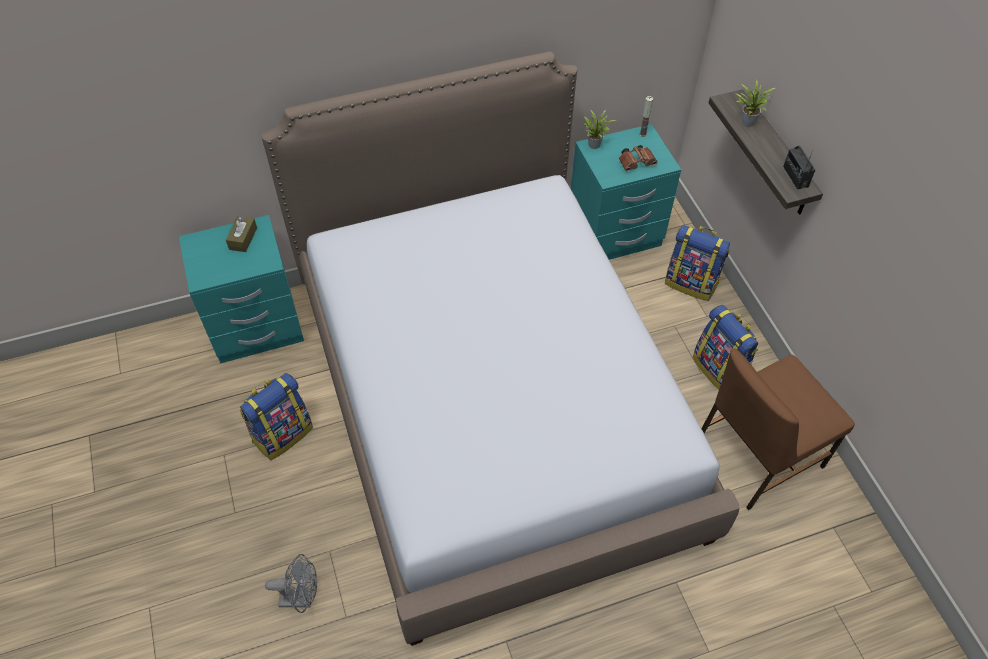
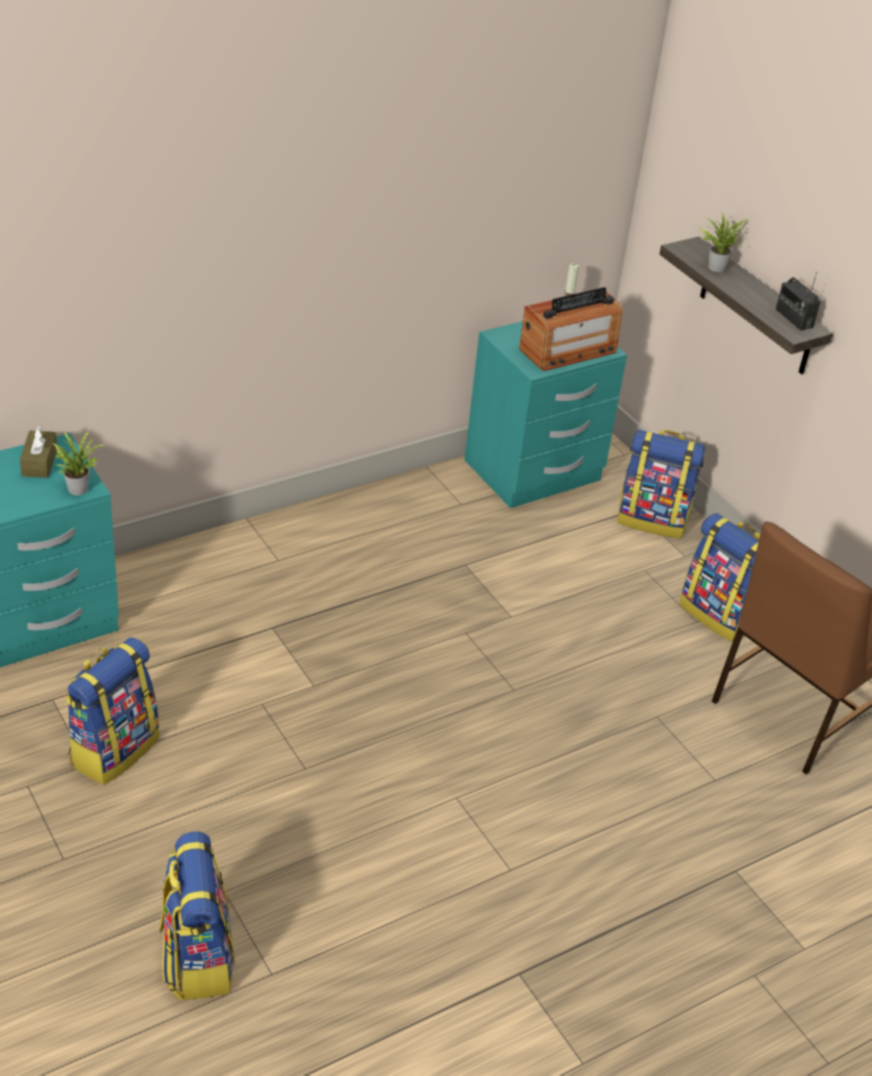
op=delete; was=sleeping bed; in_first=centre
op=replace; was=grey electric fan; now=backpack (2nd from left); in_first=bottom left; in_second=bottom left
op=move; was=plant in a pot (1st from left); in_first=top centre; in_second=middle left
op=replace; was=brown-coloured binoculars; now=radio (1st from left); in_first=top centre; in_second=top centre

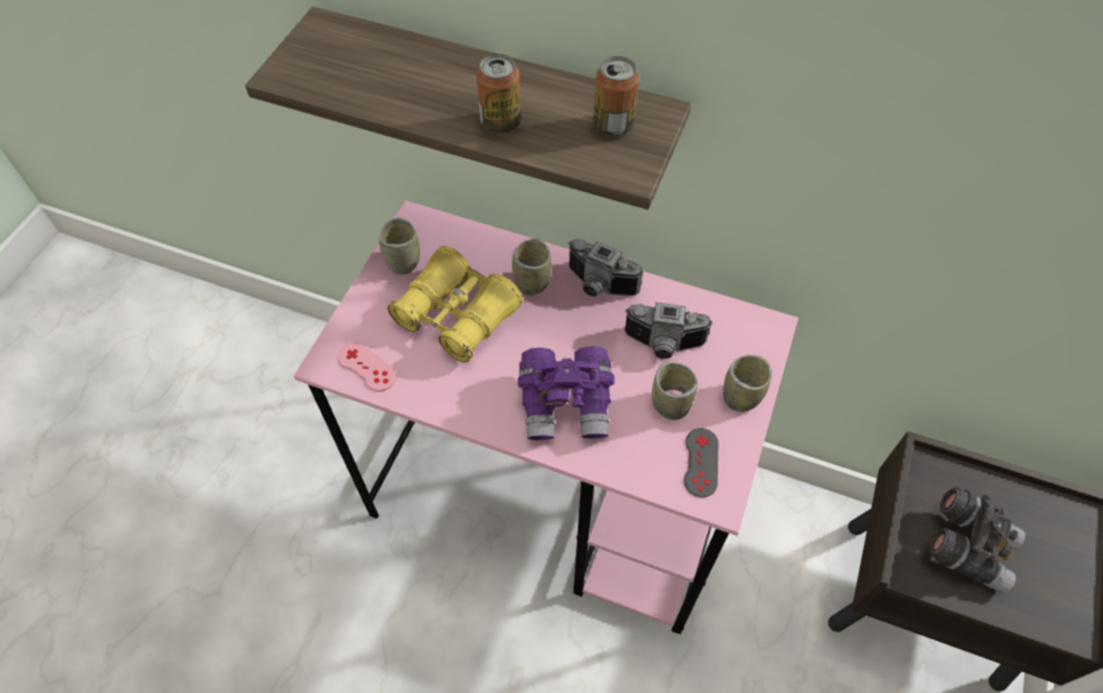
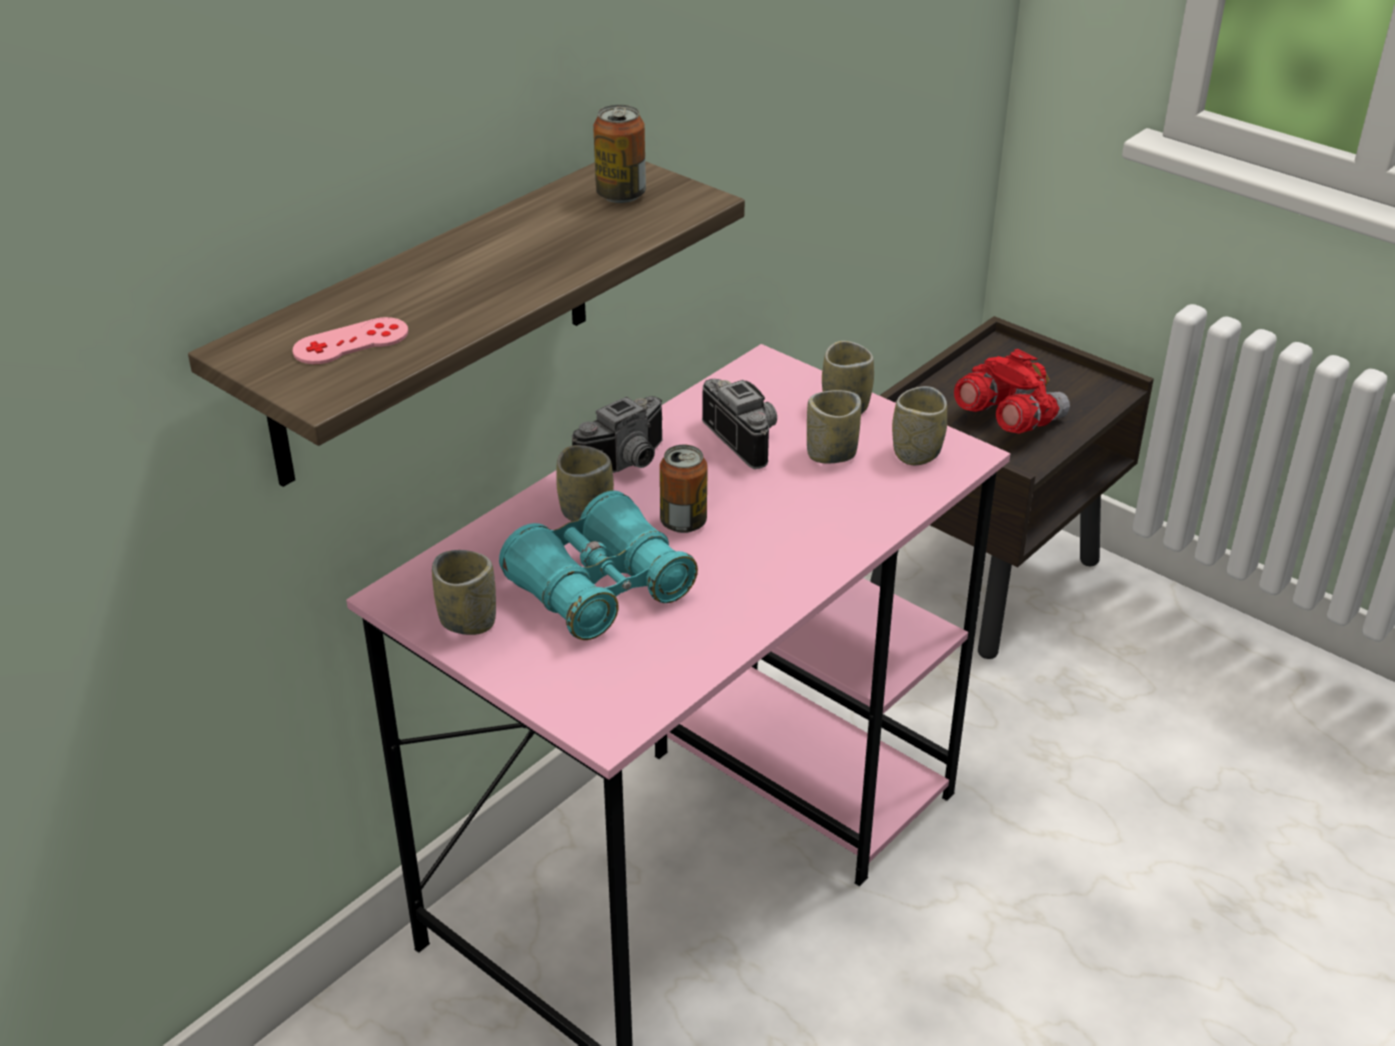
op=move; was=pinkish game controller; in_first=middle left; in_second=top left
op=recolor; was=yellow binoculars; now=blue-green binoculars; in_first=centre; in_second=centre
op=move; was=metal can (1st from left in the first image); now=metal can (2nd from left); in_first=top centre; in_second=centre
op=delete; was=purple binoculars; in_first=centre
op=rotate; was=photo camera (2nd from left); in_first=centre; in_second=centre; clockwise=-60
op=replace; was=grey game controller; now=small cup (5th from left); in_first=bottom centre; in_second=centre
op=recolor; was=grey binoculars; now=red-coloured binoculars; in_first=bottom right; in_second=middle right

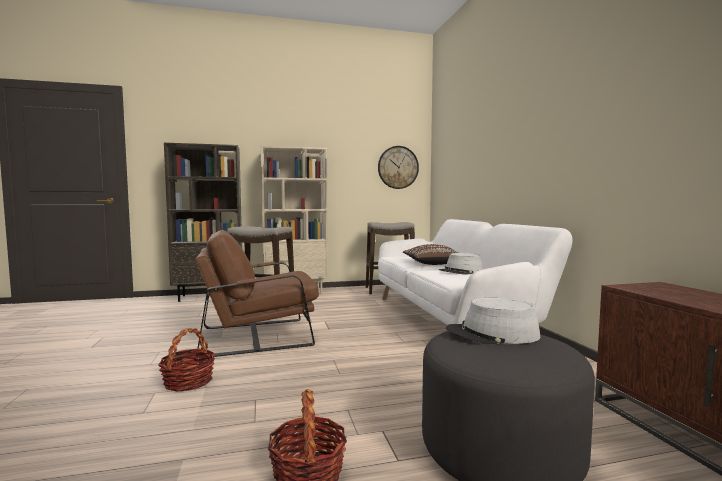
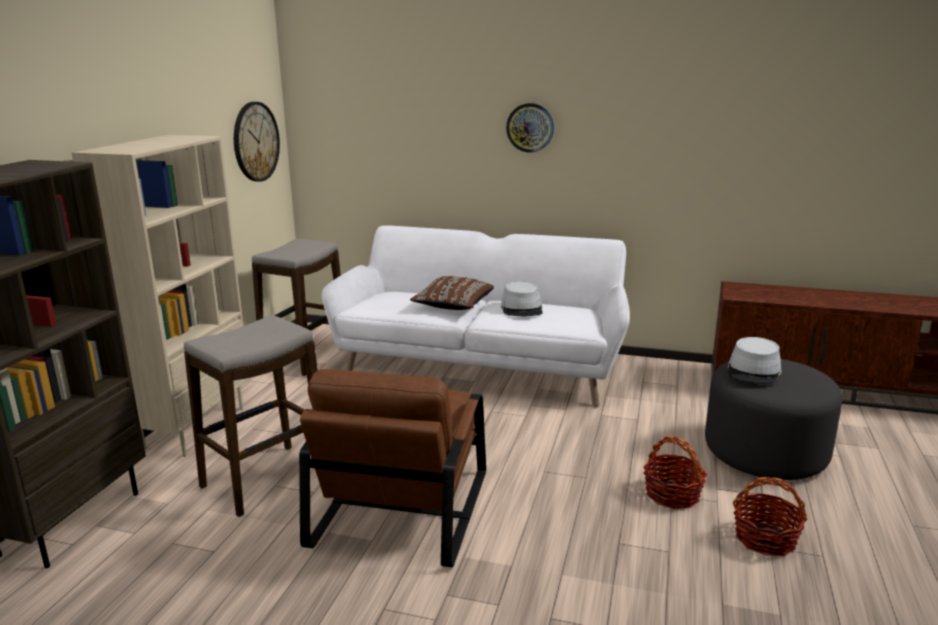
op=move; was=household basket (1st from left); in_first=bottom left; in_second=bottom right
op=insert; now=clock on the wall (2nd from left); in_second=top centre

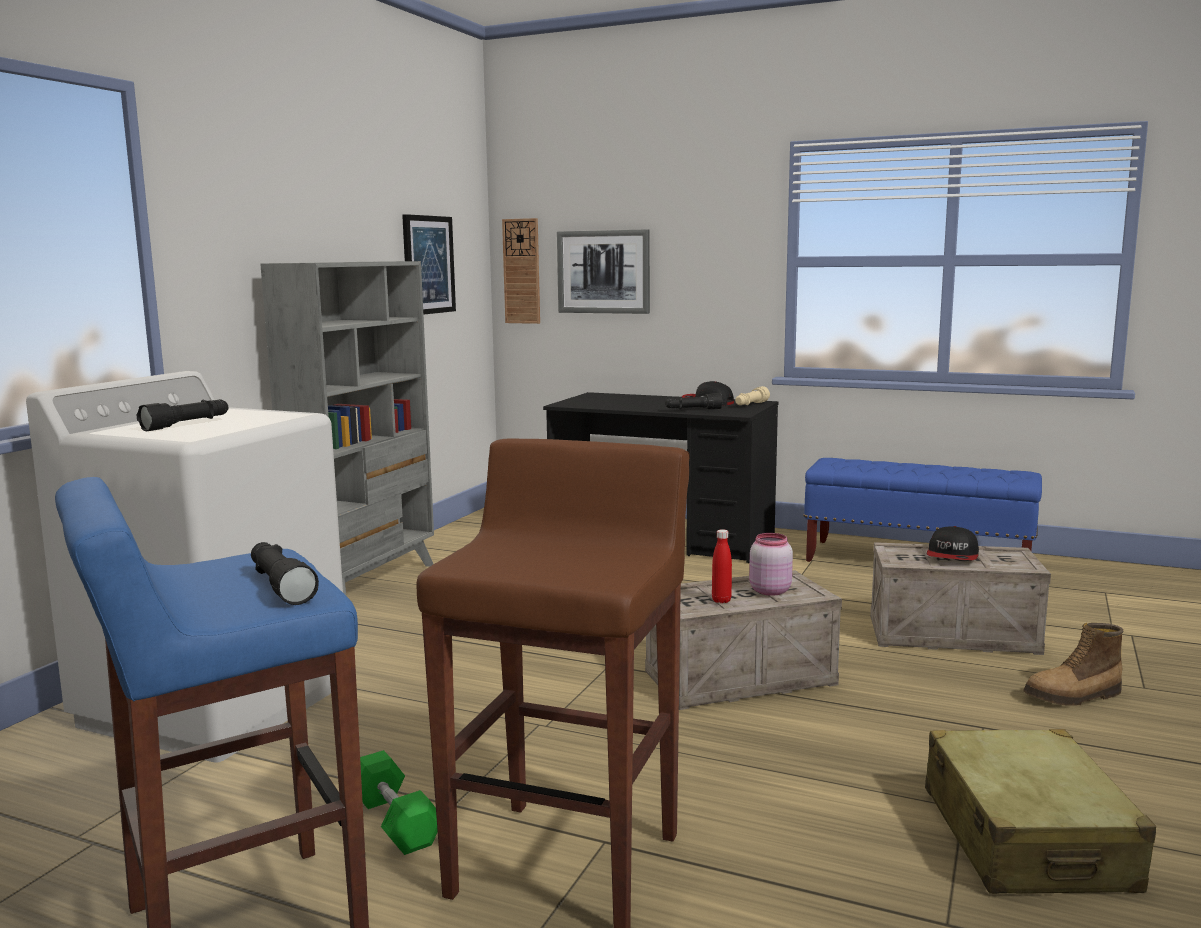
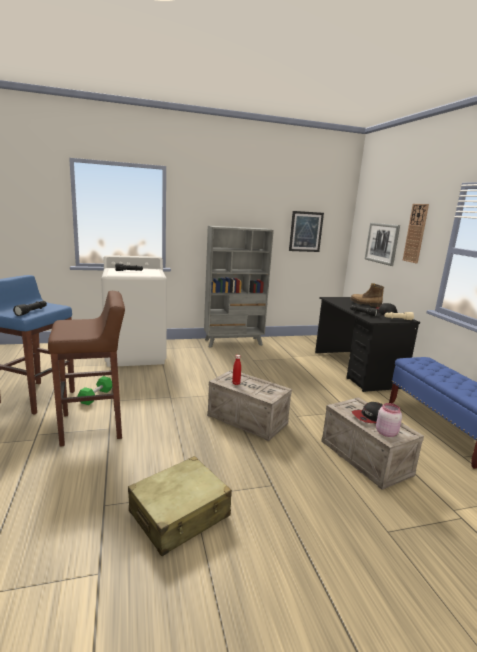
op=move; was=clock on the wall; in_first=top centre; in_second=middle right
op=move; was=pinkish jar; in_first=centre; in_second=middle right
op=move; was=boot; in_first=bottom right; in_second=middle right

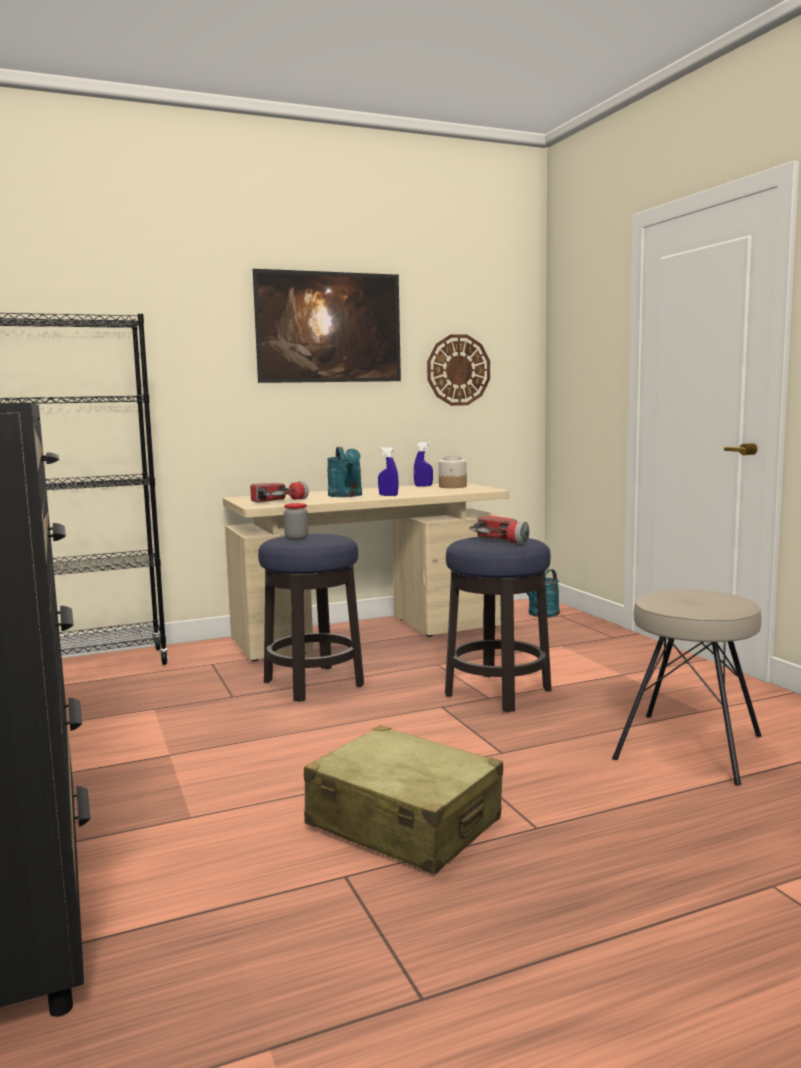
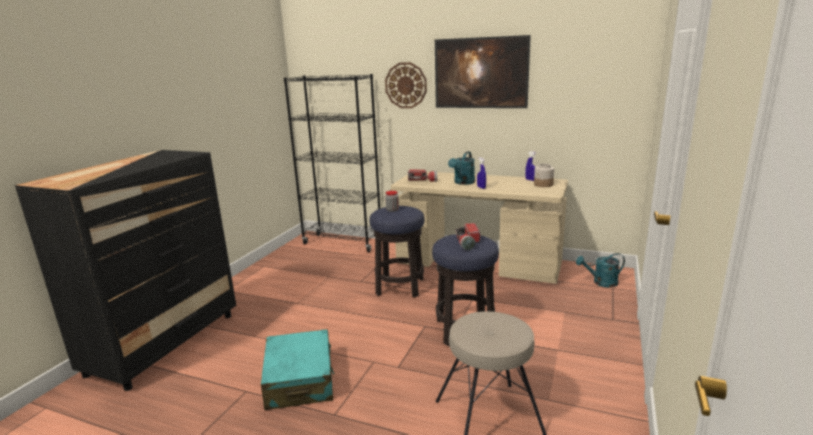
op=recolor; was=sand-coloured suitcase; now=blue-green suitcase; in_first=bottom centre; in_second=bottom centre
op=move; was=clock on the wall; in_first=centre; in_second=top centre

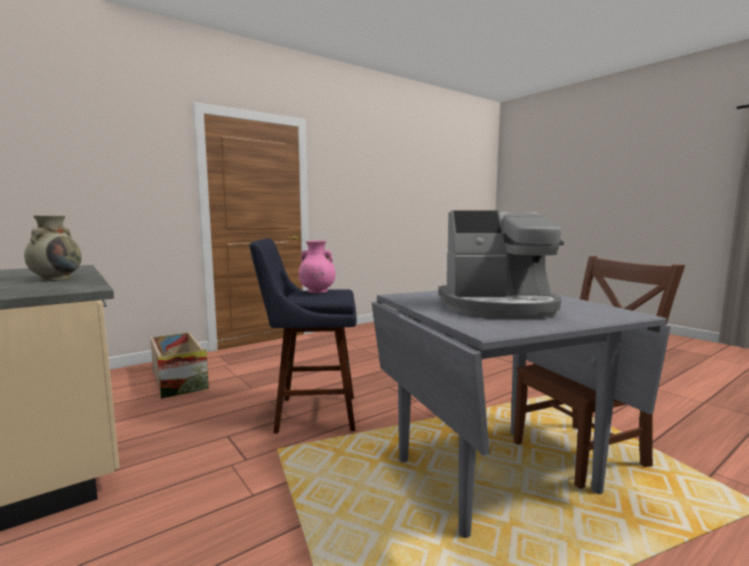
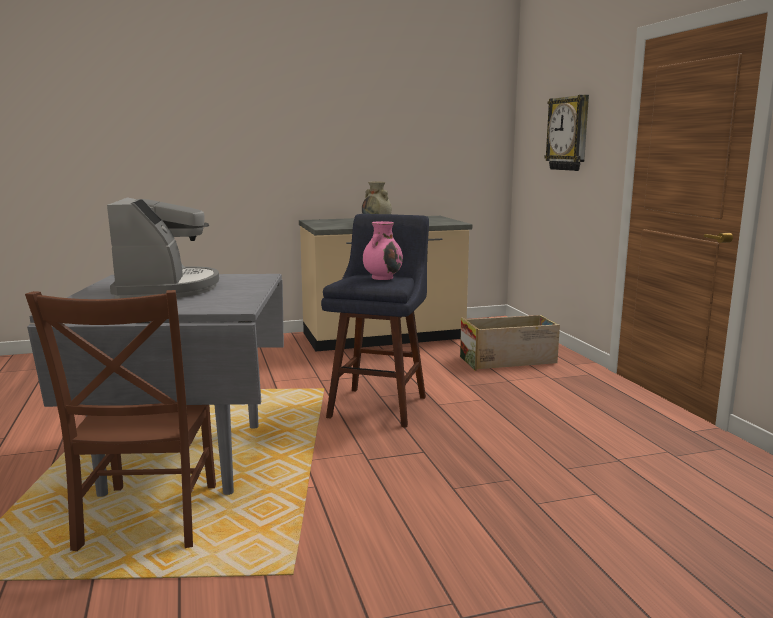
op=rotate; was=coffee maker; in_first=middle right; in_second=middle left; clockwise=150
op=insert; now=clock on the wall; in_second=top right

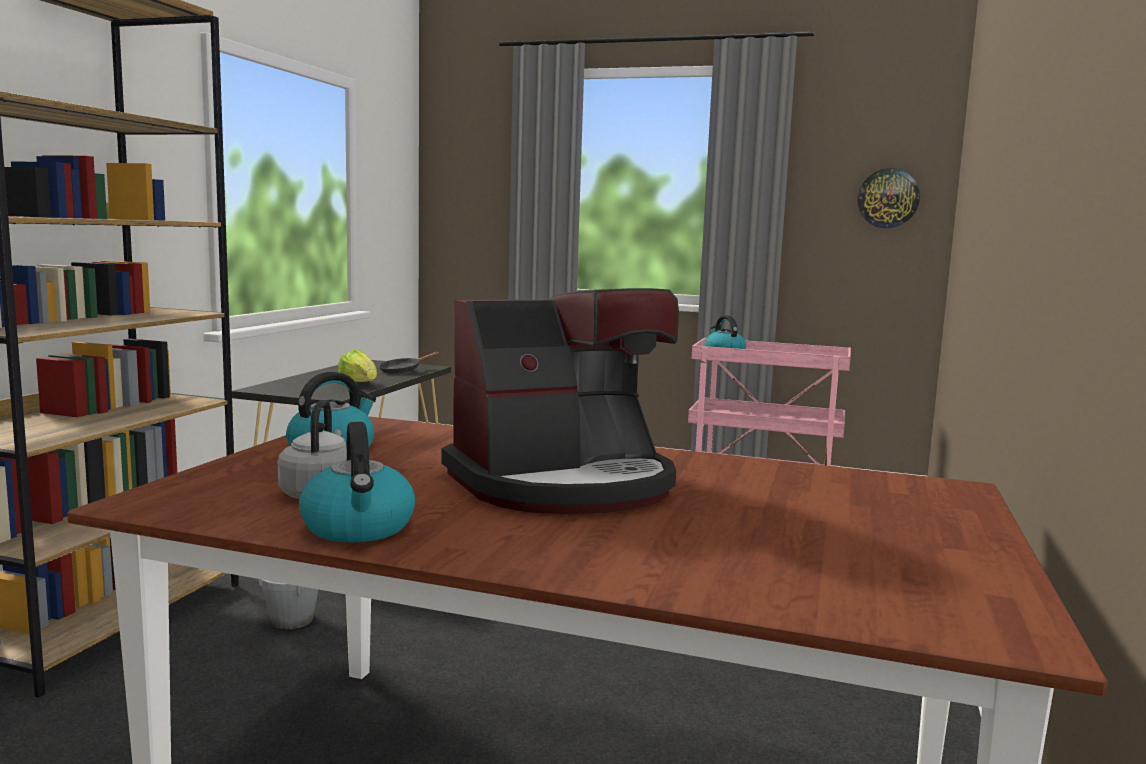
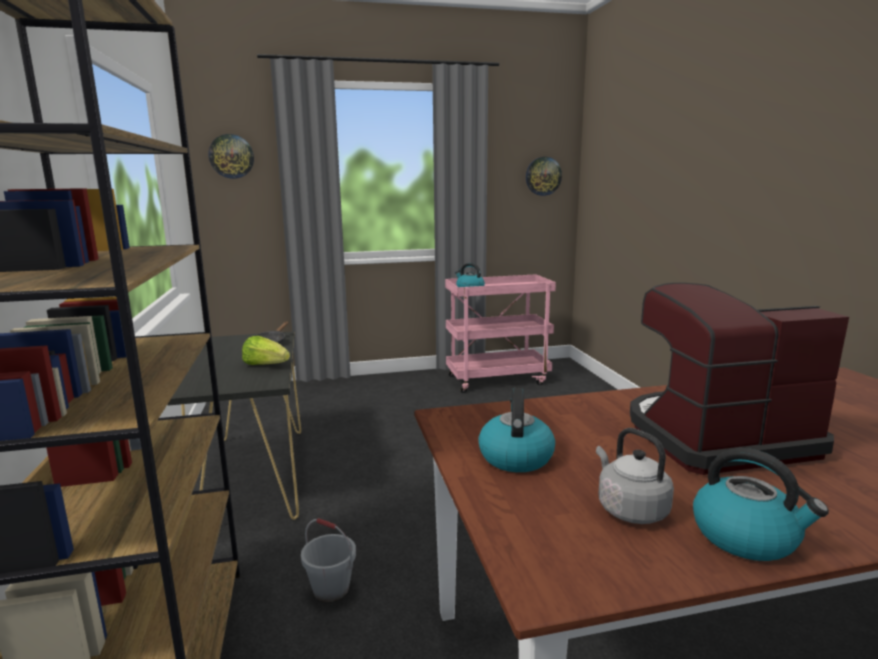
op=rotate; was=coffee maker; in_first=centre; in_second=middle right; clockwise=-135
op=insert; now=clock on the wall (1st from left); in_second=top left

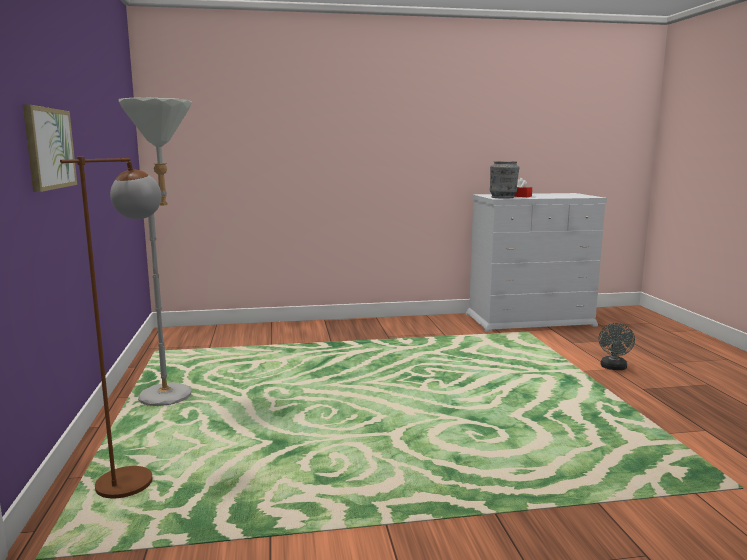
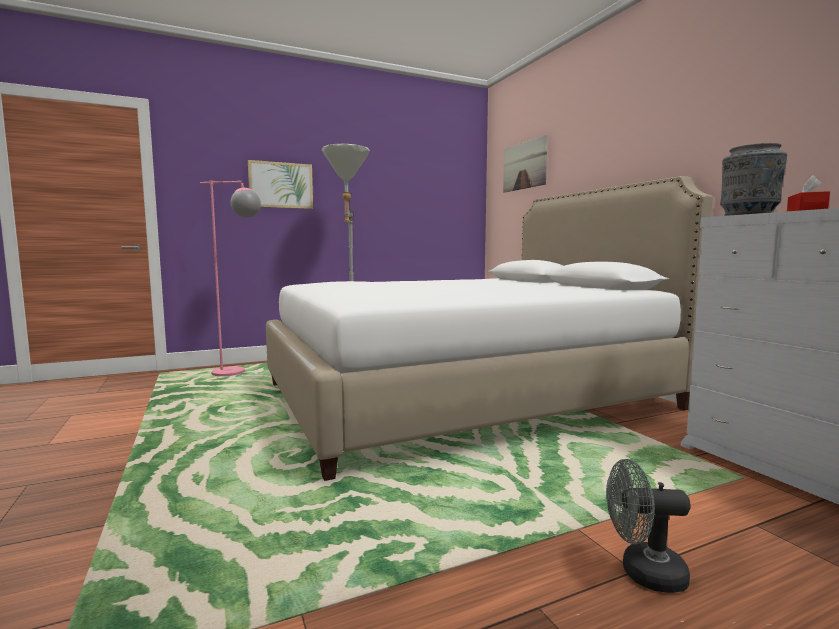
op=recolor; was=brown-coloured floor lamp; now=pinkish floor lamp; in_first=middle left; in_second=middle left
op=insert; now=whitish sleeping bed; in_second=centre
op=insert; now=picture (2nd from left); in_second=top centre

